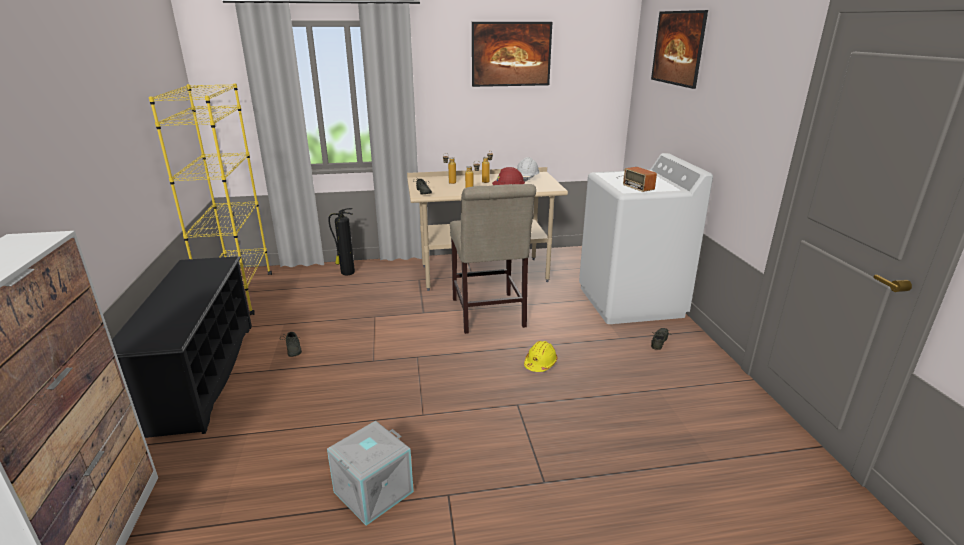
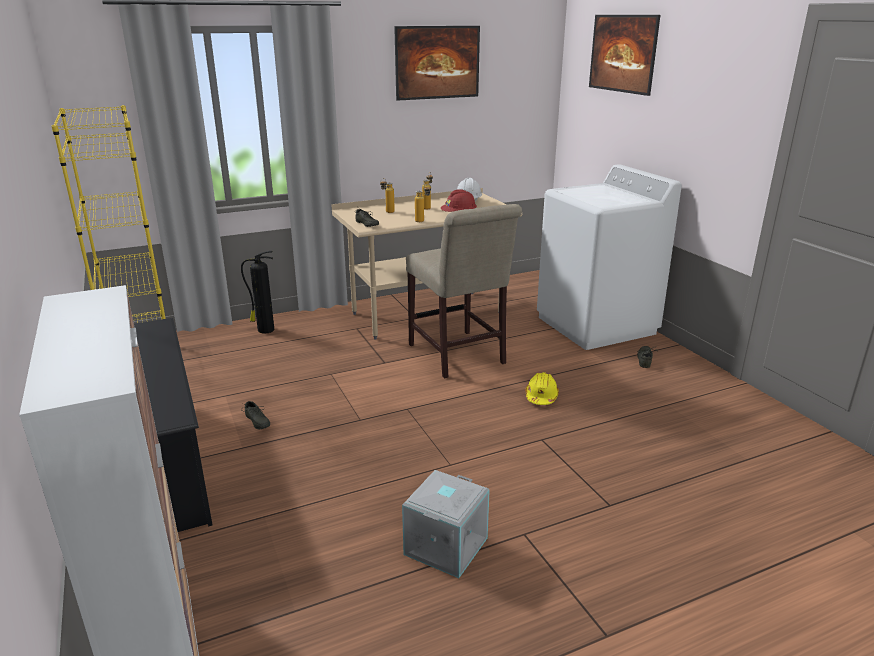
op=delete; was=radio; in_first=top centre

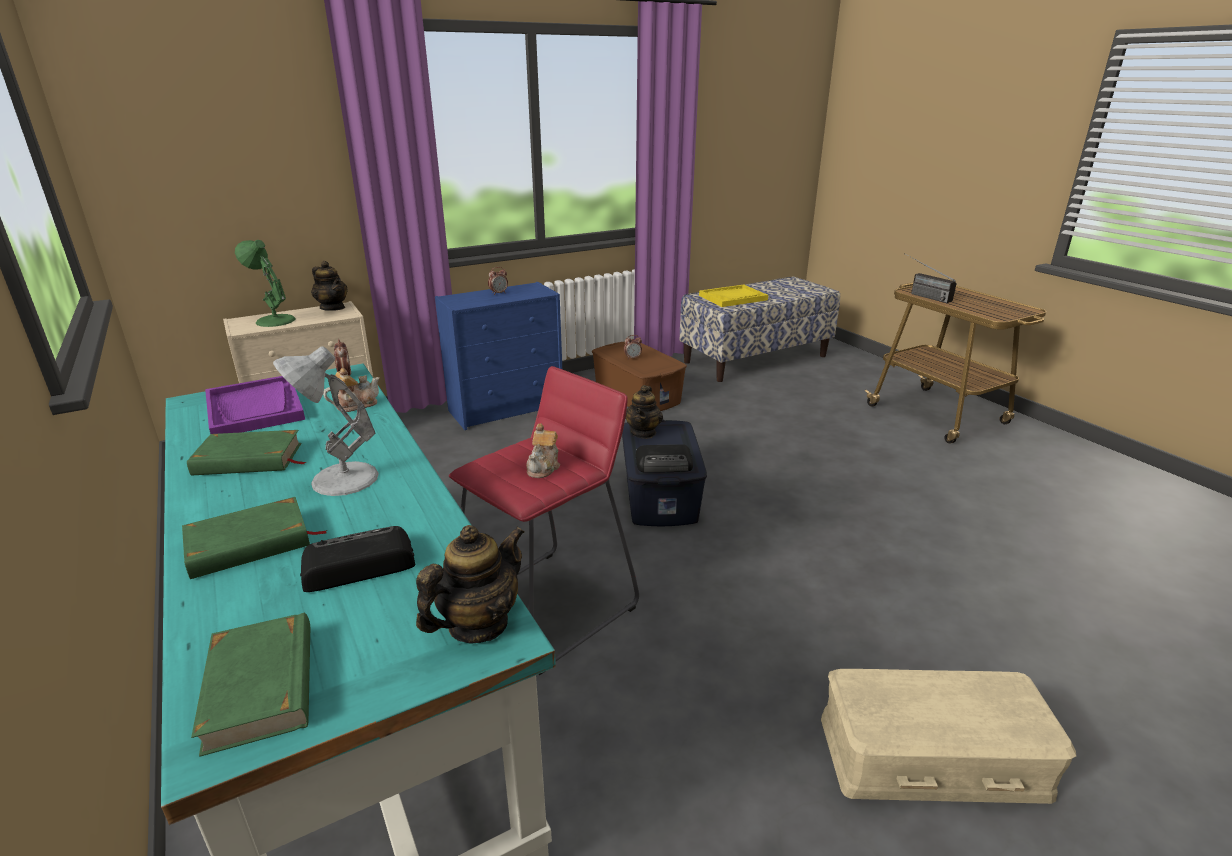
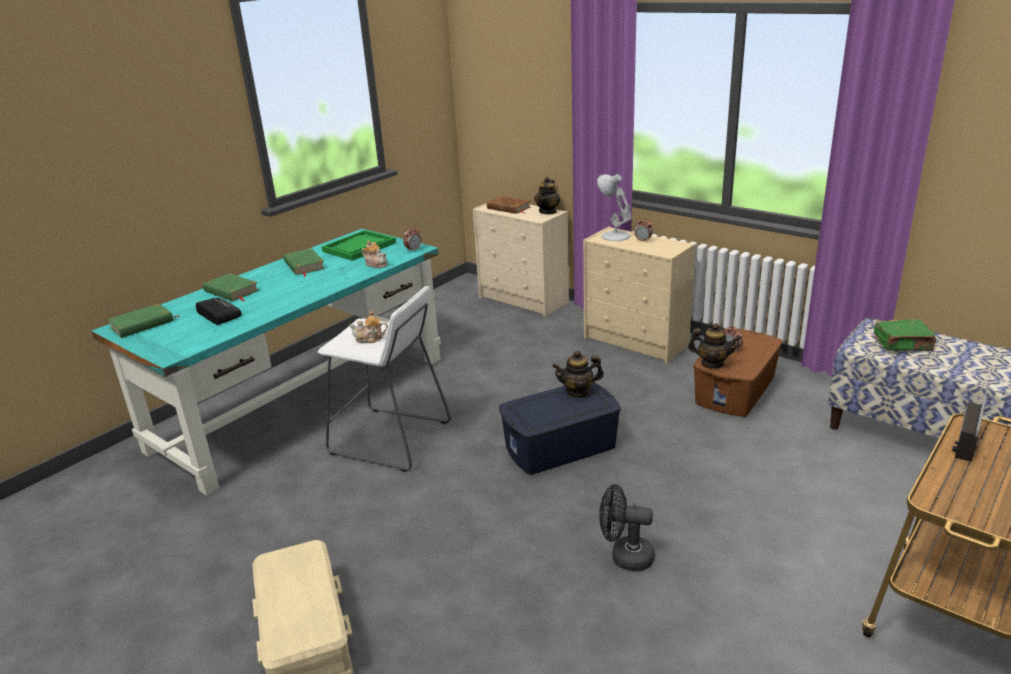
op=recolor; was=purple carrying tray; now=greenish carrying tray; in_first=middle left; in_second=centre
op=replace; was=greenish tabletop lamp; now=brown-coloured bound book; in_first=top left; in_second=top centre
op=move; was=whitish tabletop lamp; in_first=middle left; in_second=top centre
op=move; was=pot for tea (3rd from left in the first image); now=pot for tea (5th from left); in_first=bottom centre; in_second=middle right
op=recolor; was=bluish chest of drawers; now=sand-coloured chest of drawers (2nd from left); in_first=centre; in_second=centre
op=recolor; was=red-coloured stool seat; now=whitish stool seat; in_first=centre; in_second=centre
op=delete; was=radio (2nd from left); in_first=centre
op=replace; was=yellow carrying tray; now=greenish bound book (4th from left); in_first=centre; in_second=middle right
op=insert; now=black electric fan; in_second=bottom centre

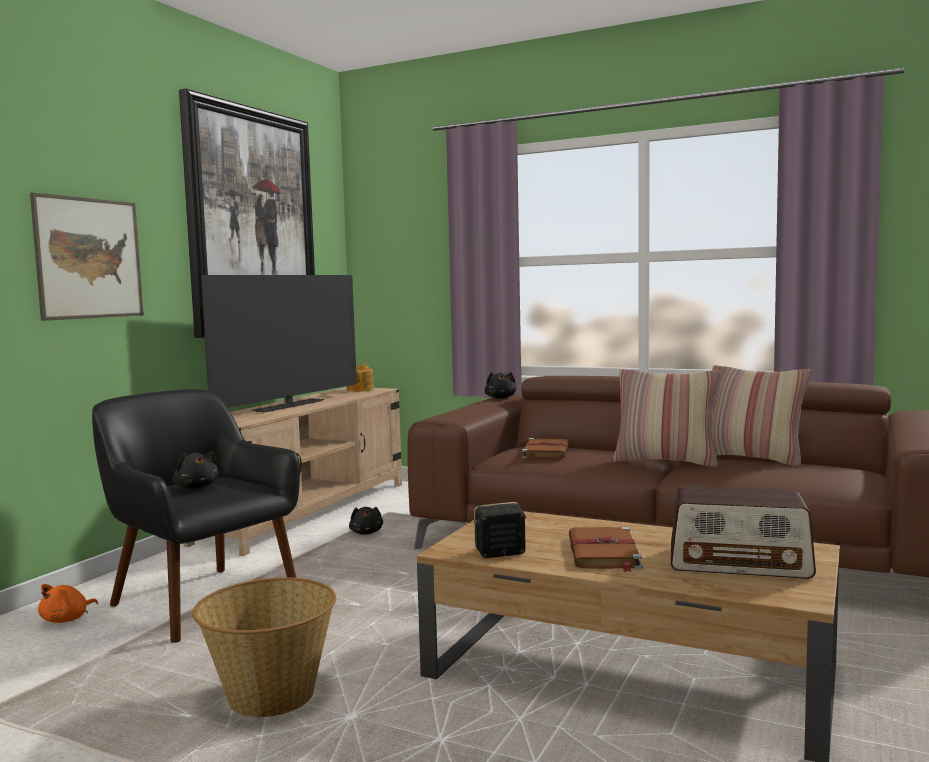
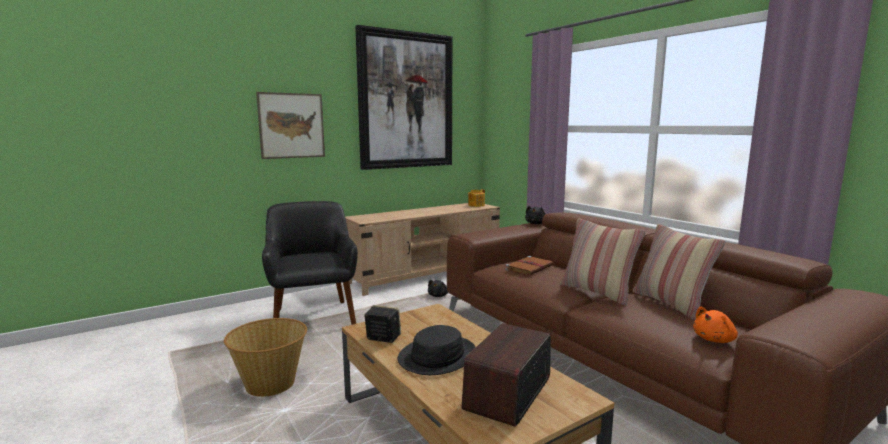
op=move; was=orangey cuddly toy; in_first=bottom left; in_second=bottom right
op=delete; was=black cuddly toy (1st from left); in_first=middle left
op=delete; was=TV; in_first=middle left
op=replace; was=brown-coloured bound book (2nd from left); now=black wearable hat; in_first=bottom centre; in_second=bottom centre
op=rotate; was=radio; in_first=bottom right; in_second=bottom centre; clockwise=75

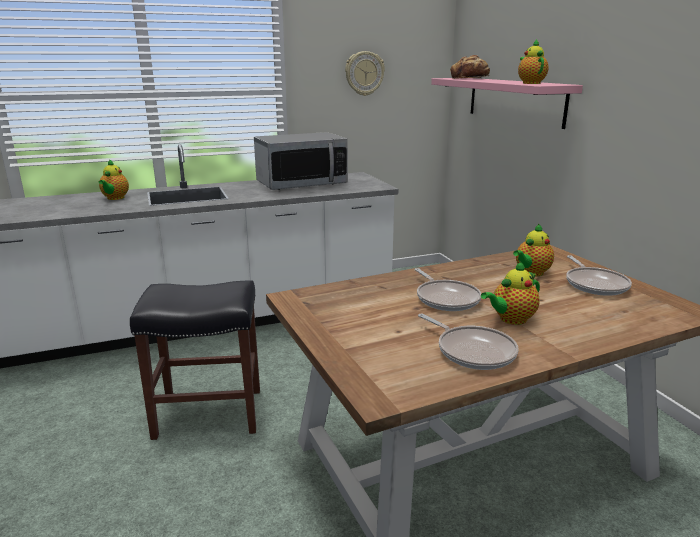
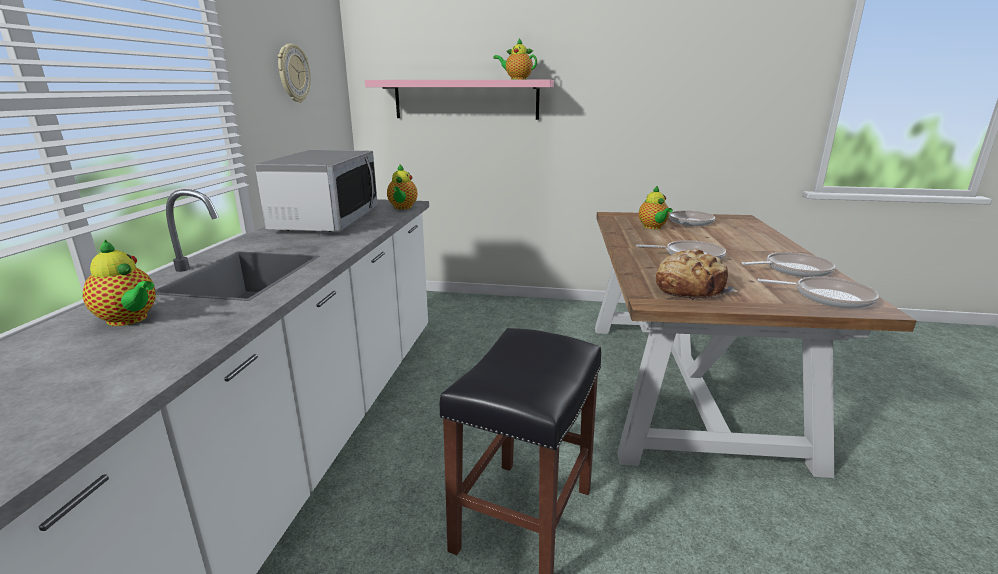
op=move; was=bread; in_first=top right; in_second=middle right
op=move; was=pot for tea (2nd from left); in_first=middle right; in_second=top centre
op=insert; now=frying pan (4th from left); in_second=middle right

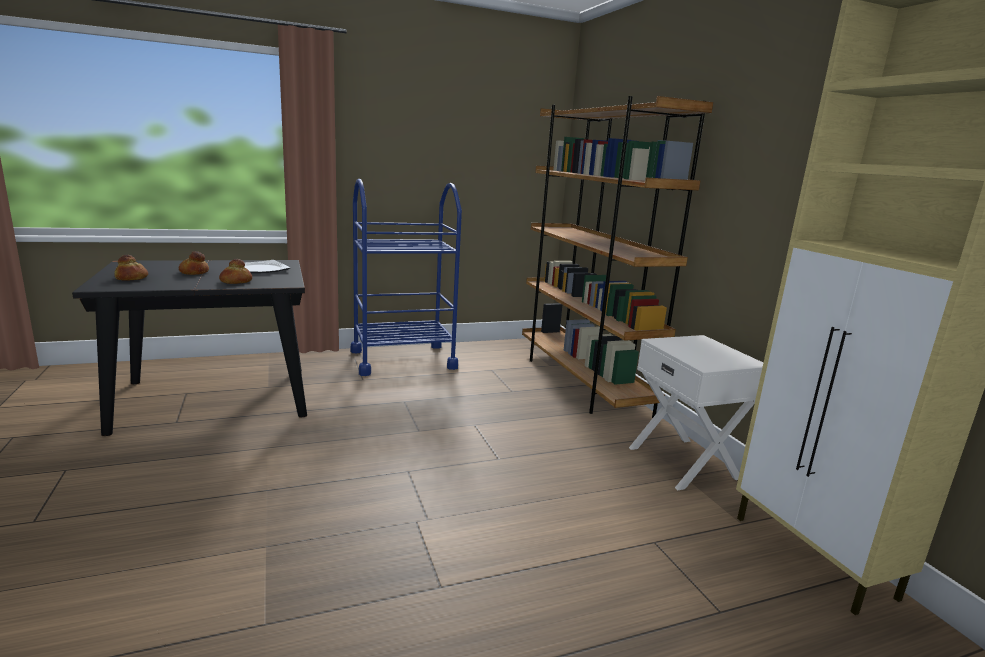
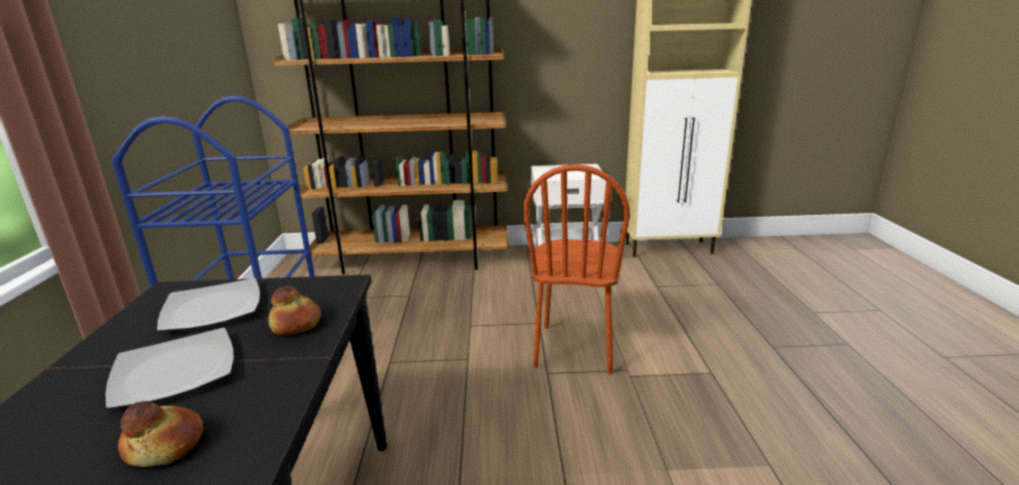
op=replace; was=bread (2nd from left); now=plate (1st from left); in_first=middle left; in_second=bottom left
op=insert; now=brown-coloured chair; in_second=centre

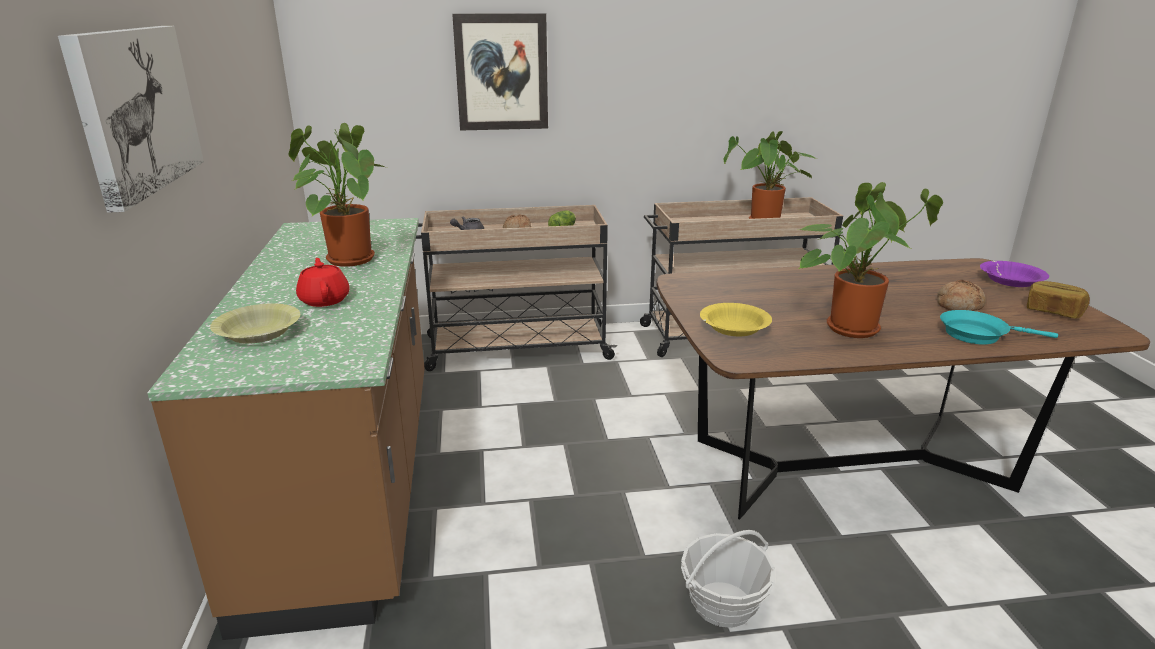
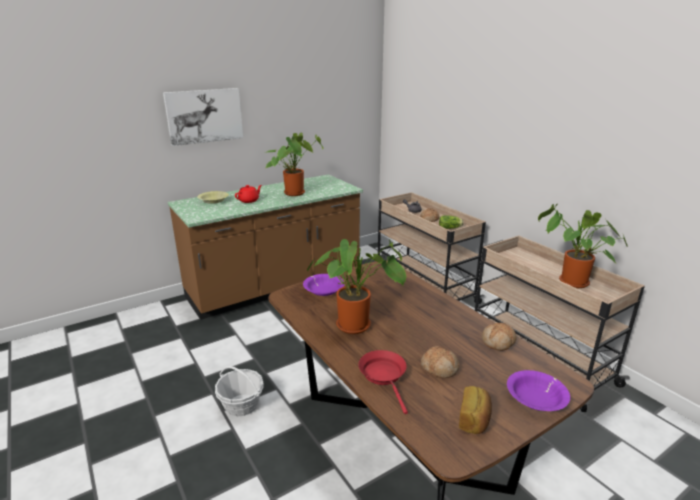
op=delete; was=picture (2nd from left); in_first=top centre
op=recolor; was=yellow serving bowl (2nd from left); now=purple serving bowl (1st from left); in_first=centre; in_second=centre
op=recolor; was=blue-green frying pan; now=red-coloured frying pan; in_first=middle right; in_second=bottom centre
op=insert; now=bread (4th from left); in_second=bottom right

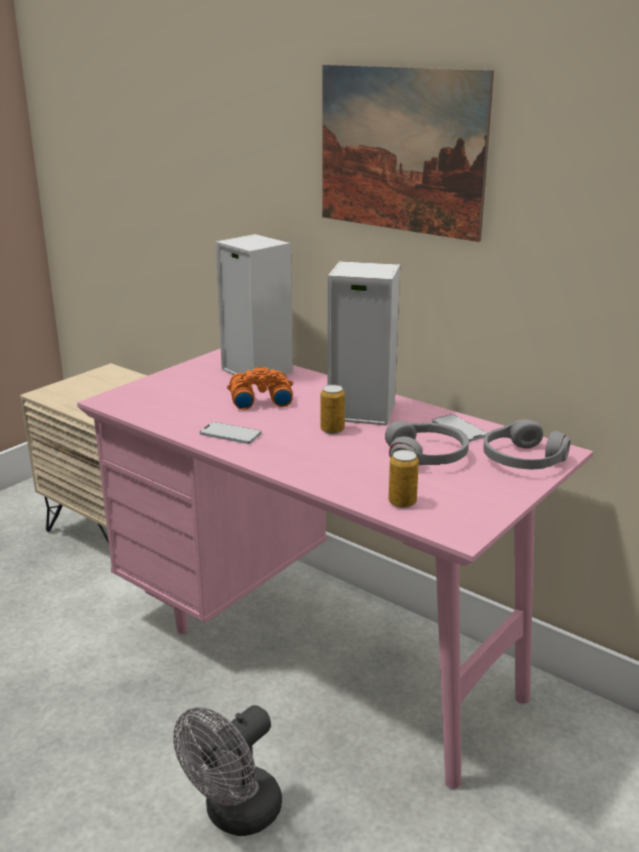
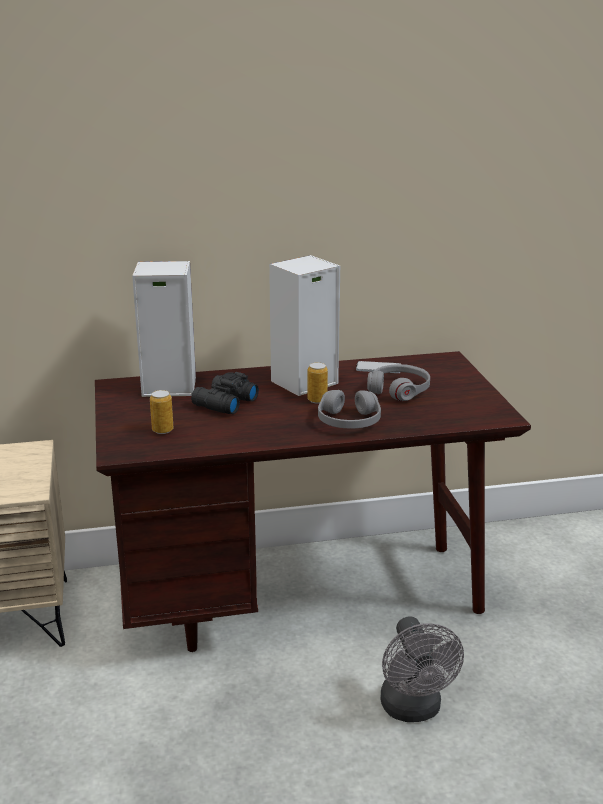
op=recolor; was=pinkish desk unit; now=brown-coloured desk unit; in_first=bottom centre; in_second=centre
op=delete; was=phone (1st from left); in_first=centre
op=recolor; was=orangey binoculars; now=black binoculars; in_first=centre; in_second=centre
op=delete; was=picture; in_first=top centre
op=move; was=metal can (2nd from left in the first image); now=metal can (1st from left); in_first=centre; in_second=middle left
op=move; was=grey pair of headphones (2nd from left in the first image); now=grey pair of headphones (1st from left); in_first=middle right; in_second=centre

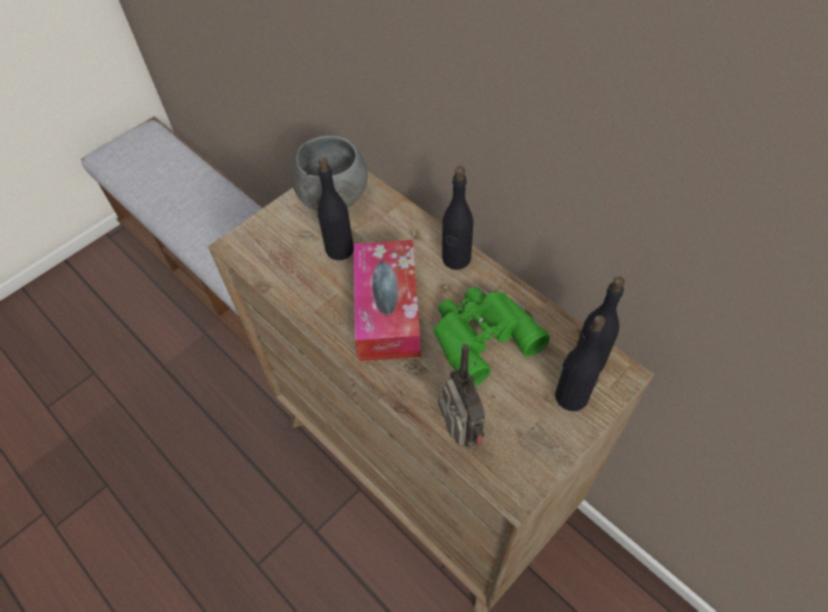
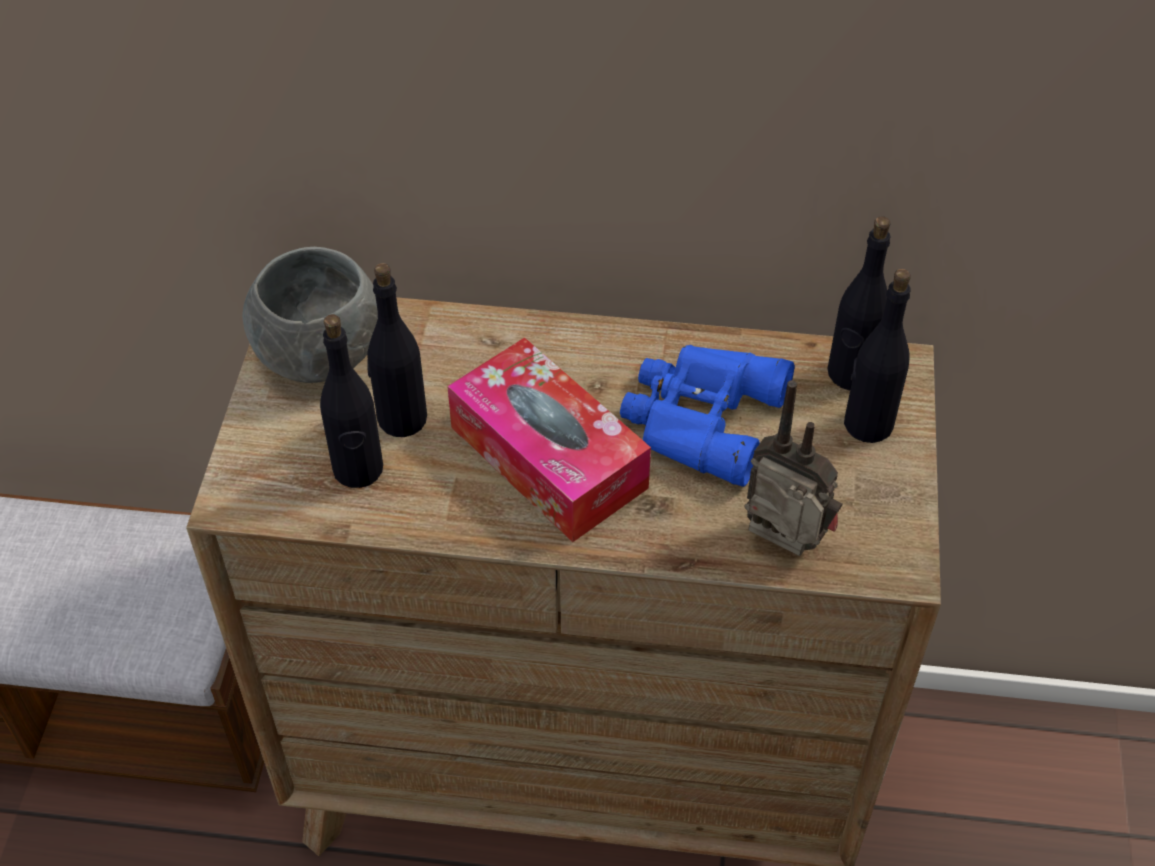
op=recolor; was=greenish binoculars; now=bluish binoculars; in_first=centre; in_second=centre
op=move; was=black bottle (2nd from left in the first image); now=black bottle (1st from left); in_first=centre; in_second=middle left

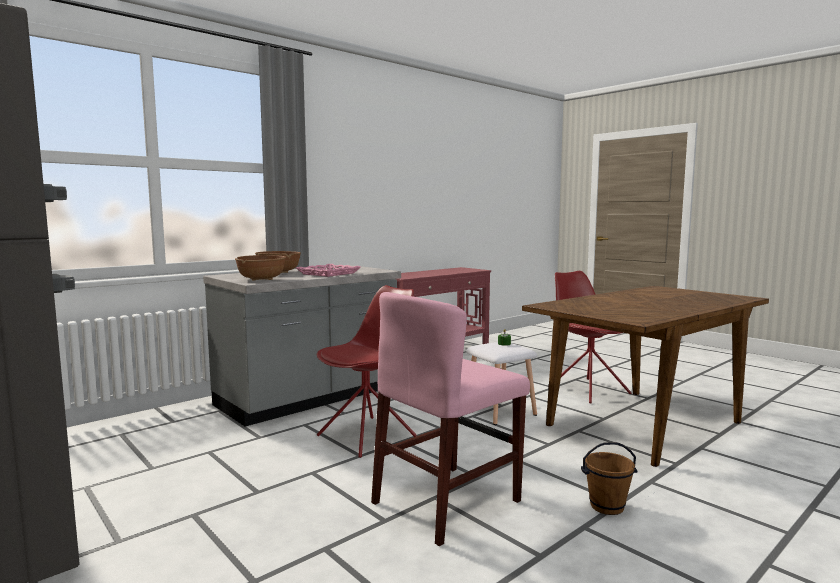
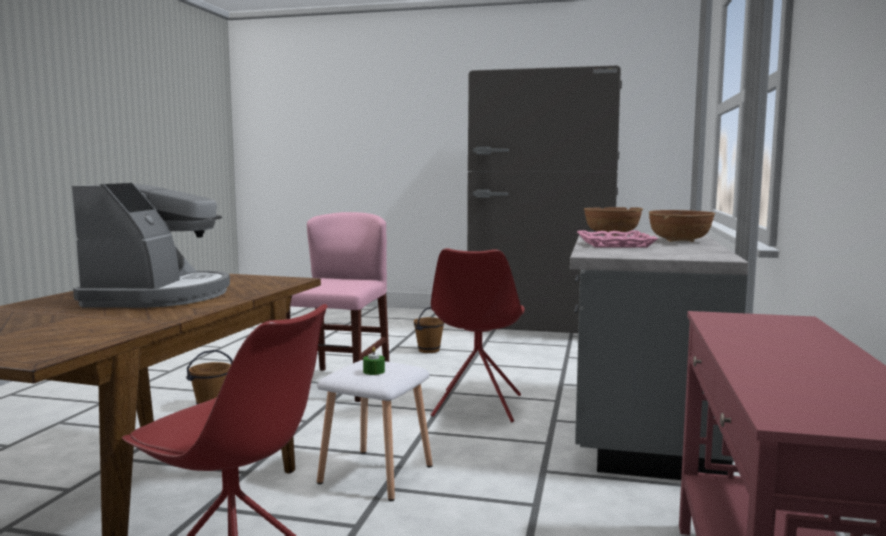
op=insert; now=coffee maker; in_second=middle left
op=insert; now=brown-coloured water bucket (2nd from left); in_second=centre

